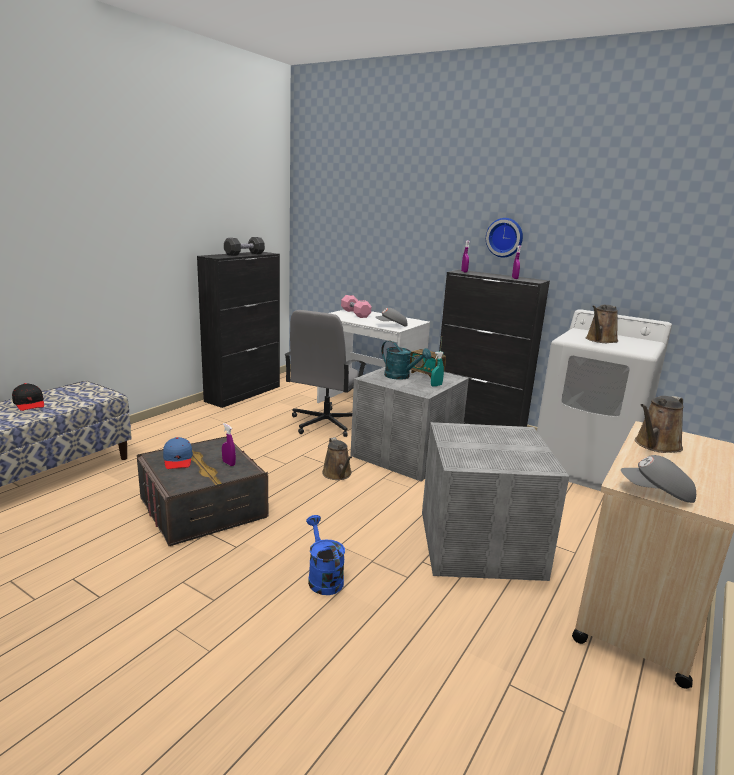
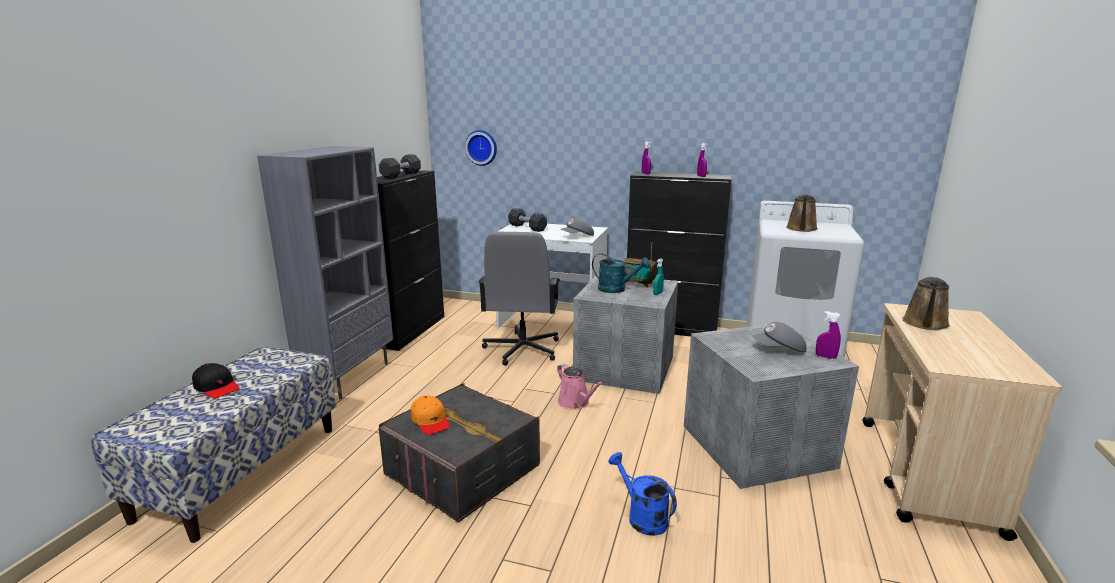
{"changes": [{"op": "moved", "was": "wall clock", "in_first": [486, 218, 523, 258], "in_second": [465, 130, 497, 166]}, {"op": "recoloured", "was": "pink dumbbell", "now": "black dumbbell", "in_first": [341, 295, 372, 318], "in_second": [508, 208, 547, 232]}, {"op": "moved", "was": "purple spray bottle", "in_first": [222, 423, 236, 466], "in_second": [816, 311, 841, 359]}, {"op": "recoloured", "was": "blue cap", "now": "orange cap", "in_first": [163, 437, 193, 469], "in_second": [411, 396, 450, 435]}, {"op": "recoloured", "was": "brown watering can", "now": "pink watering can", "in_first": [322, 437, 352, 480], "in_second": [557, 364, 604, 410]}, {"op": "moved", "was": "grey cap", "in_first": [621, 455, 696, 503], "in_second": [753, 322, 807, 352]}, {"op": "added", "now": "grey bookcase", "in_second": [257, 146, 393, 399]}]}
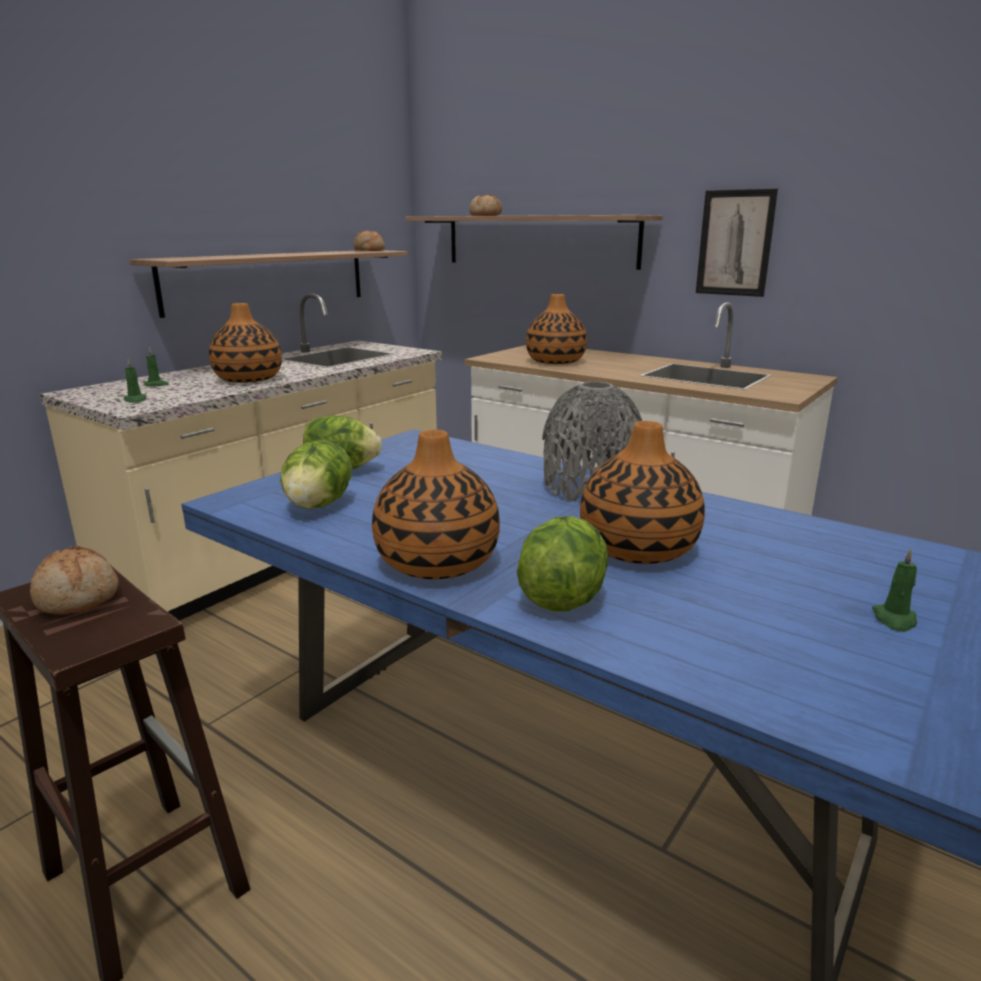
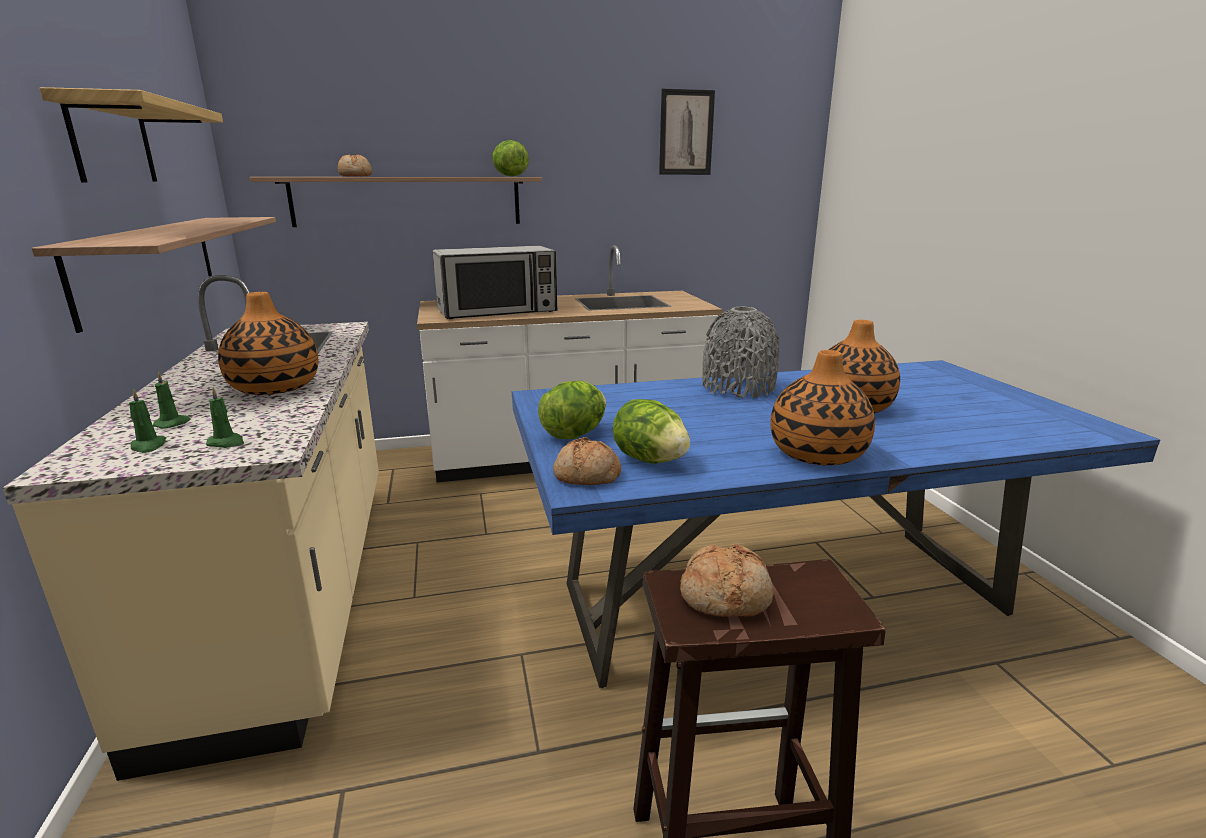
{"changes": [{"op": "moved", "was": "picture", "in_first": [696, 189, 778, 297], "in_second": [659, 89, 715, 175]}, {"op": "moved", "was": "bread", "in_first": [353, 230, 385, 251], "in_second": [553, 437, 621, 485]}, {"op": "replaced", "was": "vase", "now": "microwave", "in_first": [526, 294, 587, 364], "in_second": [433, 246, 557, 319]}, {"op": "moved", "was": "lettuce", "in_first": [517, 516, 608, 611], "in_second": [492, 140, 529, 177]}, {"op": "moved", "was": "green candle", "in_first": [872, 548, 917, 632], "in_second": [129, 389, 166, 453]}, {"op": "added", "now": "shelf", "in_second": [39, 87, 223, 183]}]}
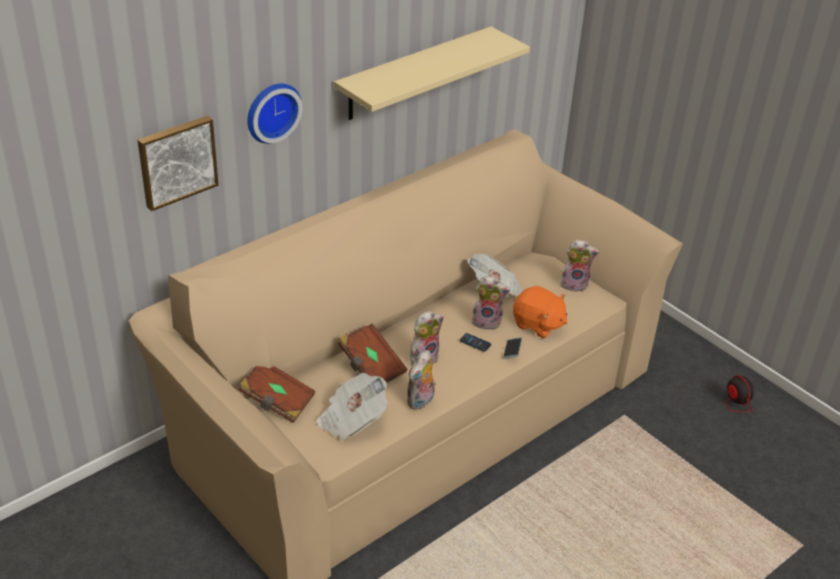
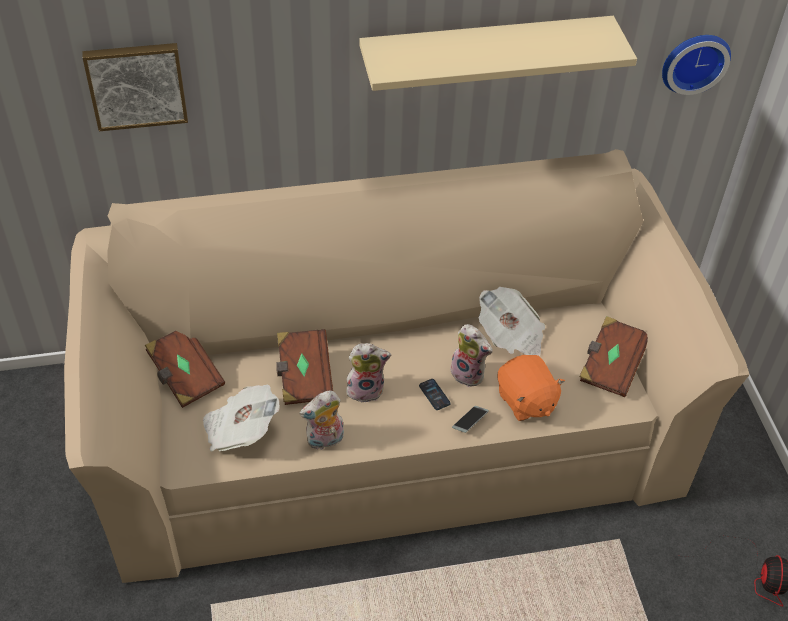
{"changes": [{"op": "moved", "was": "wall clock", "in_first": [247, 84, 302, 143], "in_second": [662, 35, 731, 95]}, {"op": "replaced", "was": "plush toy", "now": "brown book", "in_first": [560, 240, 599, 292], "in_second": [579, 316, 648, 397]}]}
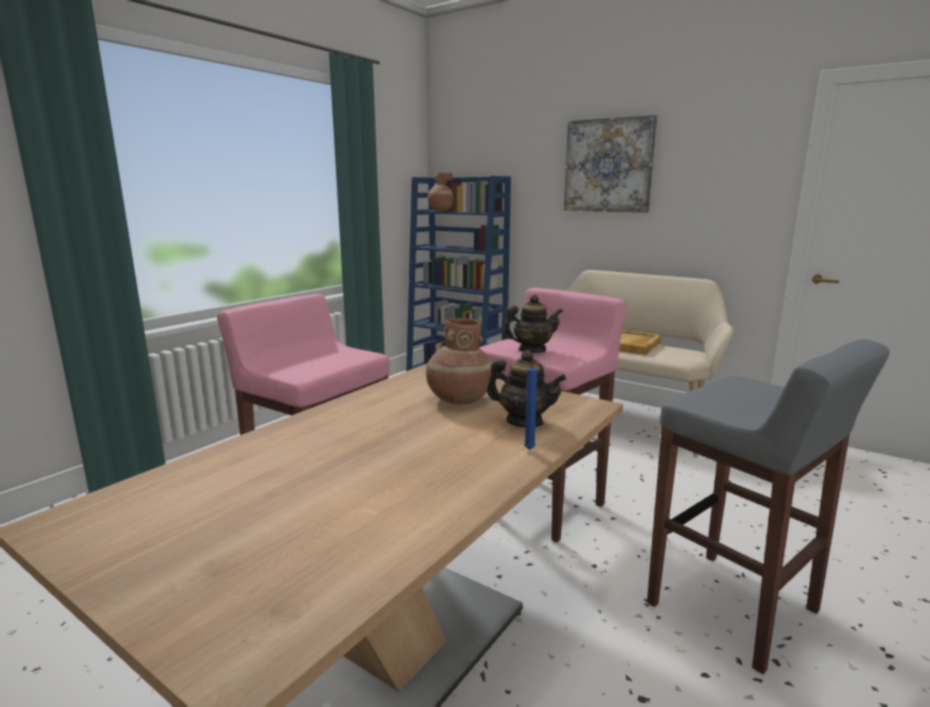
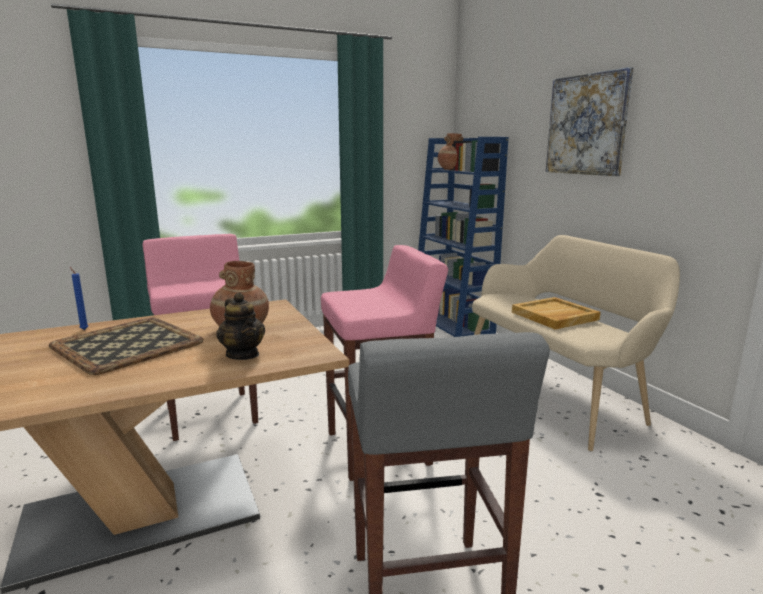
{"changes": [{"op": "removed", "was": "teapot", "in_first": [502, 295, 563, 353]}, {"op": "moved", "was": "blue candle", "in_first": [522, 360, 537, 450], "in_second": [70, 267, 88, 330]}, {"op": "added", "now": "tray", "in_second": [49, 318, 203, 375]}]}
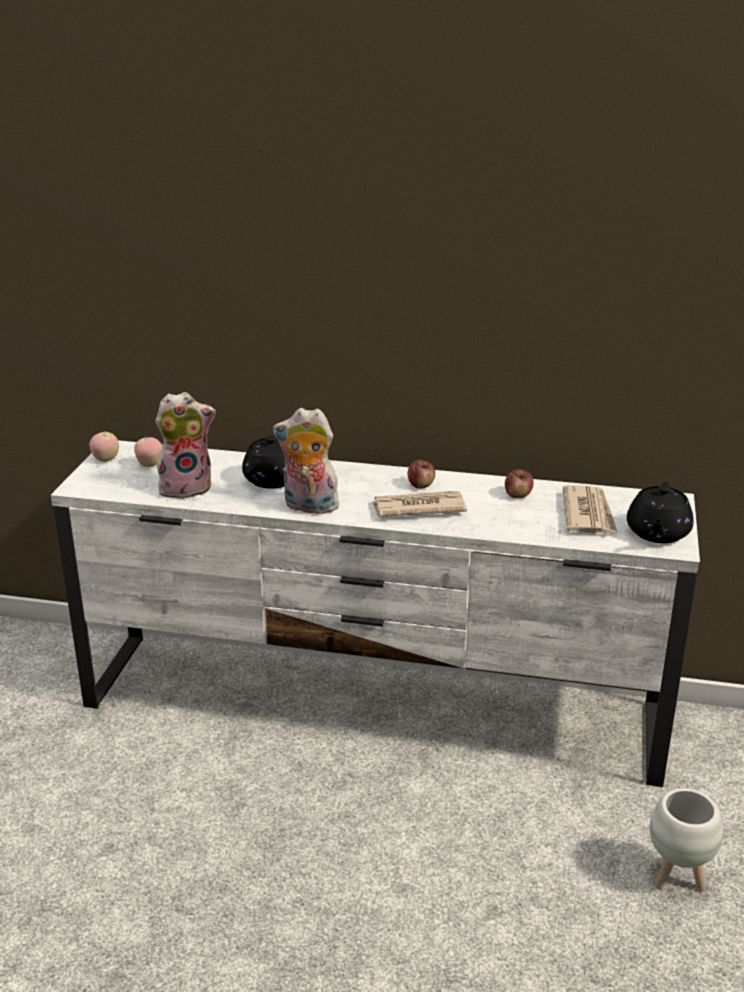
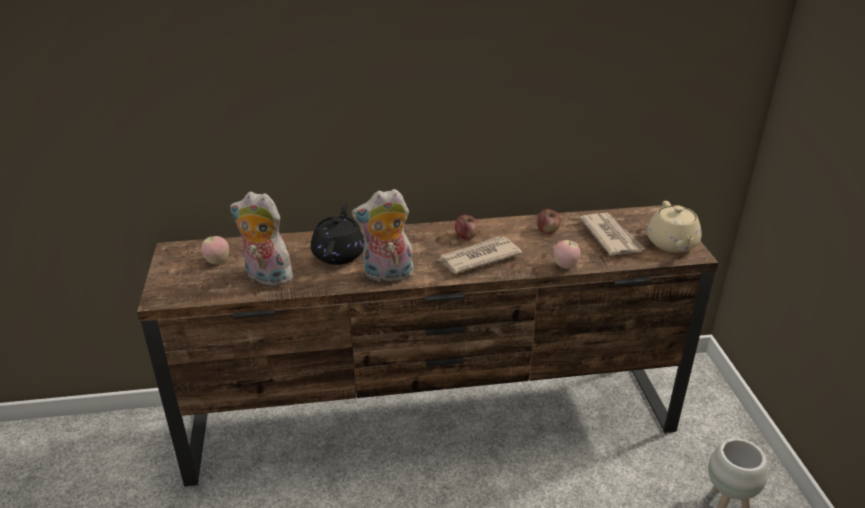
{"changes": [{"op": "turned", "was": "plush toy", "in_first": [155, 392, 216, 499], "in_second": [230, 192, 297, 286], "clockwise": -120}, {"op": "moved", "was": "apple", "in_first": [90, 431, 119, 462], "in_second": [553, 240, 581, 269]}, {"op": "recoloured", "was": "white tv stand", "now": "brown tv stand", "in_first": [51, 440, 700, 787], "in_second": [137, 205, 718, 487]}, {"op": "recoloured", "was": "black teapot", "now": "beige teapot", "in_first": [627, 482, 694, 543], "in_second": [647, 201, 702, 252]}]}
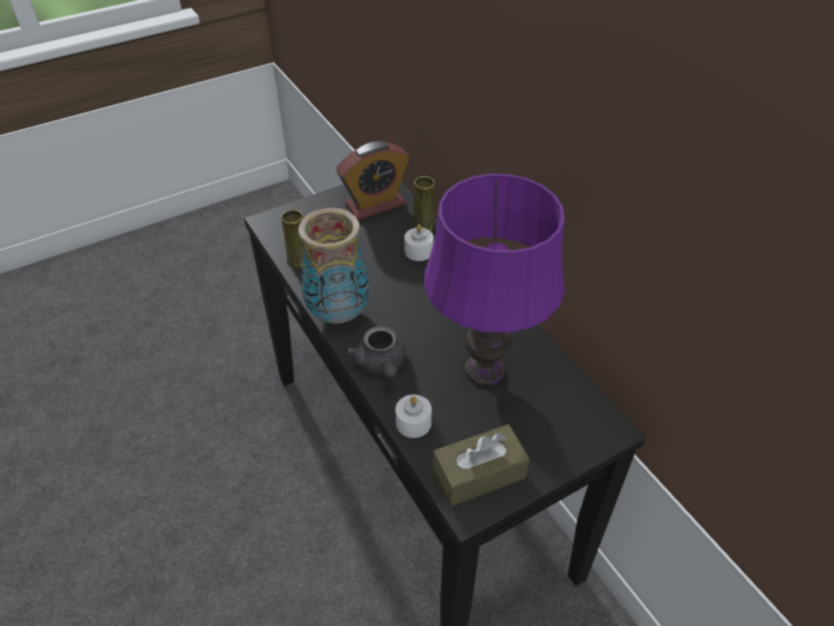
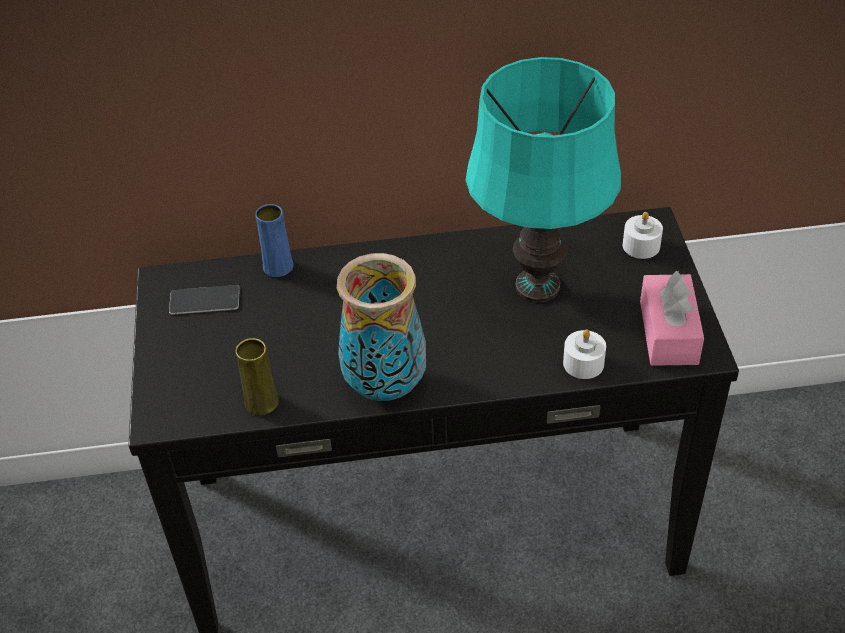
{"changes": [{"op": "replaced", "was": "alarm clock", "now": "phone", "in_first": [336, 141, 410, 220], "in_second": [169, 285, 240, 315]}, {"op": "recoloured", "was": "purple table lamp", "now": "turquoise table lamp", "in_first": [424, 174, 565, 385], "in_second": [466, 57, 621, 303]}, {"op": "recoloured", "was": "yellow vase", "now": "blue vase", "in_first": [413, 176, 436, 231], "in_second": [255, 204, 294, 277]}, {"op": "moved", "was": "white candle", "in_first": [404, 224, 434, 261], "in_second": [623, 212, 663, 259]}, {"op": "removed", "was": "grey teapot", "in_first": [345, 326, 406, 379]}, {"op": "recoloured", "was": "brown tissue box", "now": "pink tissue box", "in_first": [433, 424, 530, 506], "in_second": [640, 271, 704, 366]}]}
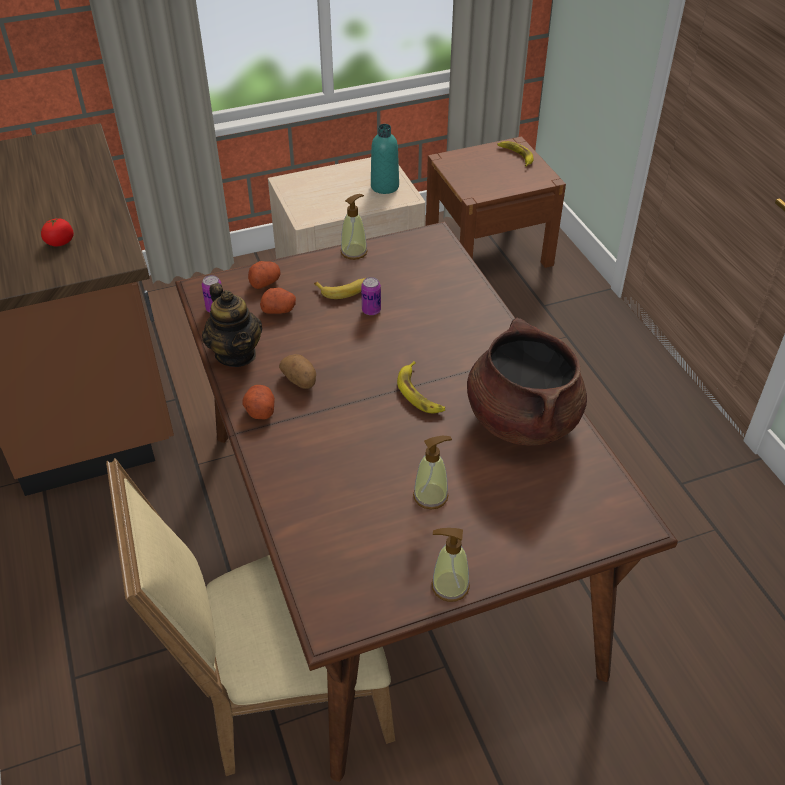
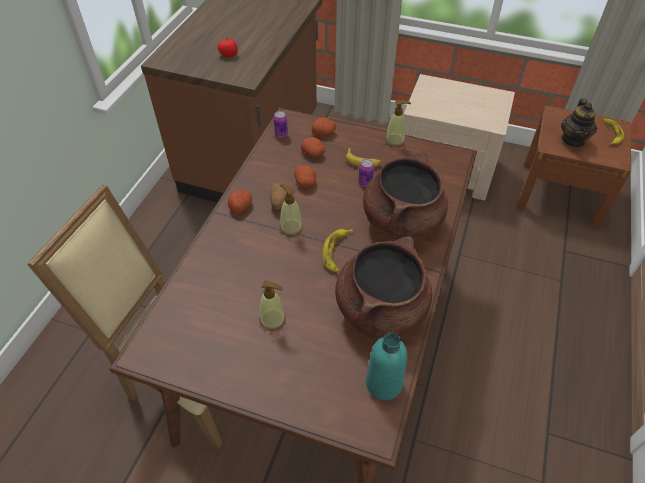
{"changes": [{"op": "moved", "was": "turquoise bottle", "in_first": [371, 124, 399, 194], "in_second": [366, 332, 407, 400]}, {"op": "moved", "was": "teapot", "in_first": [202, 283, 263, 367], "in_second": [561, 98, 597, 147]}, {"op": "moved", "was": "soap dispenser", "in_first": [431, 528, 470, 602], "in_second": [280, 184, 303, 236]}, {"op": "added", "now": "brown cooking pot", "in_second": [363, 152, 448, 241]}, {"op": "added", "now": "potato", "in_second": [294, 165, 316, 188]}]}
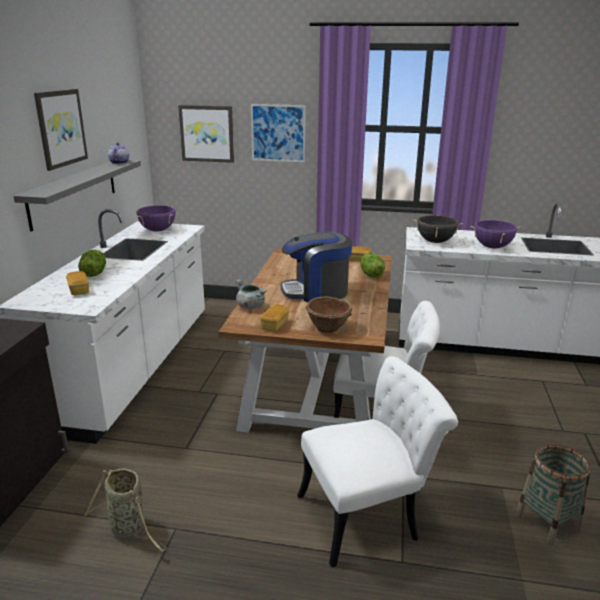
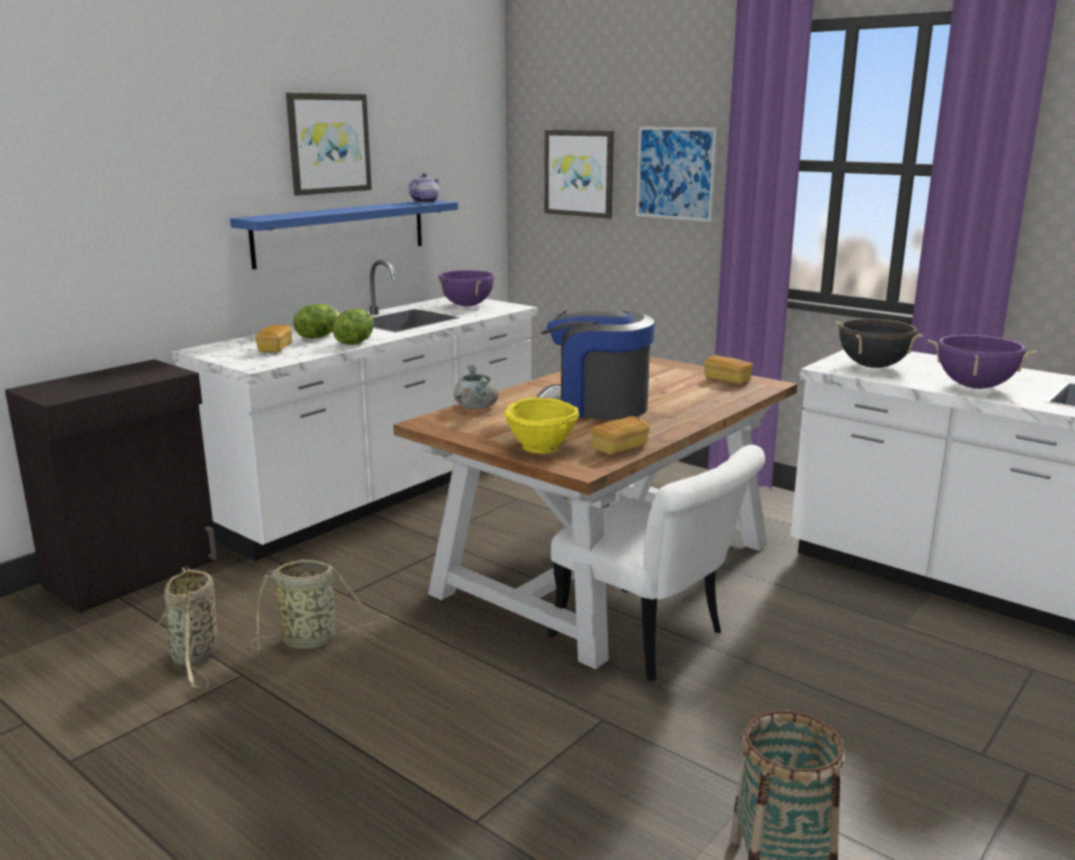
{"changes": [{"op": "recoloured", "was": "grey shelf", "now": "blue shelf", "in_first": [13, 160, 141, 231], "in_second": [230, 200, 458, 269]}, {"op": "moved", "was": "lettuce", "in_first": [361, 253, 385, 278], "in_second": [332, 309, 374, 345]}, {"op": "recoloured", "was": "brown bowl", "now": "yellow bowl", "in_first": [306, 296, 352, 333], "in_second": [504, 398, 579, 453]}, {"op": "moved", "was": "bread", "in_first": [260, 304, 289, 331], "in_second": [592, 416, 650, 455]}, {"op": "removed", "was": "white chair", "in_first": [297, 356, 458, 568]}, {"op": "added", "now": "basket", "in_second": [250, 560, 389, 650]}]}
